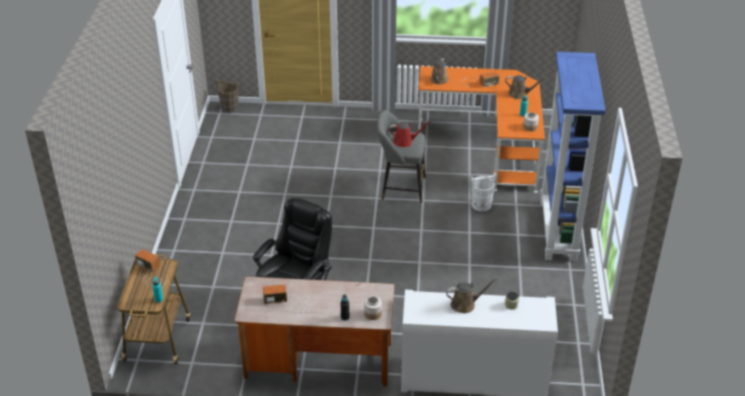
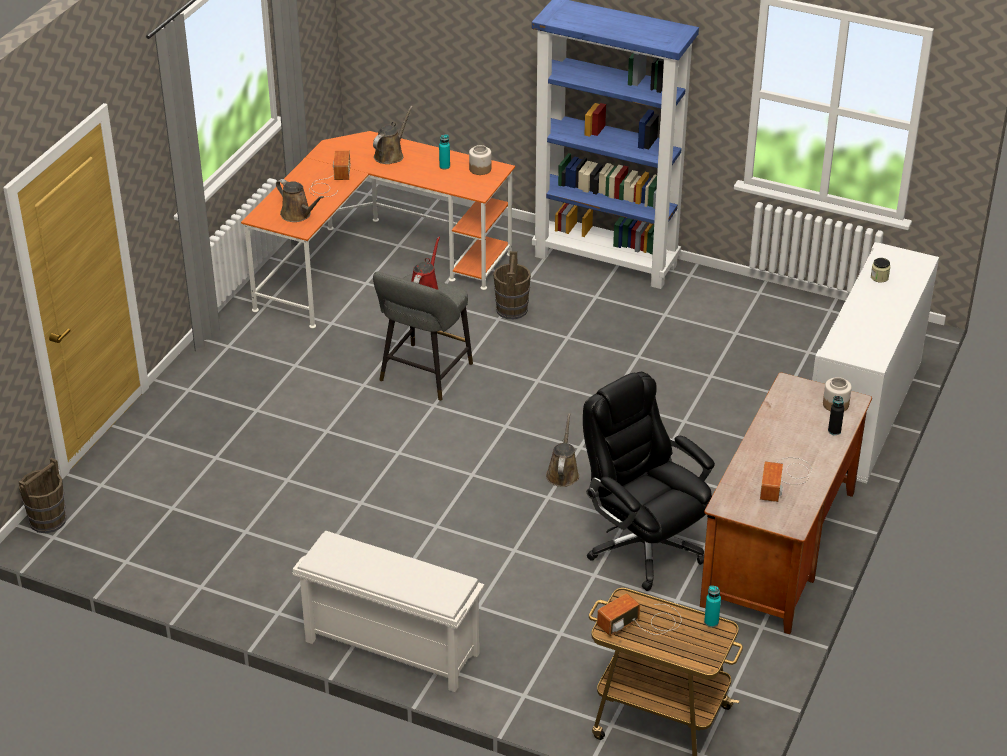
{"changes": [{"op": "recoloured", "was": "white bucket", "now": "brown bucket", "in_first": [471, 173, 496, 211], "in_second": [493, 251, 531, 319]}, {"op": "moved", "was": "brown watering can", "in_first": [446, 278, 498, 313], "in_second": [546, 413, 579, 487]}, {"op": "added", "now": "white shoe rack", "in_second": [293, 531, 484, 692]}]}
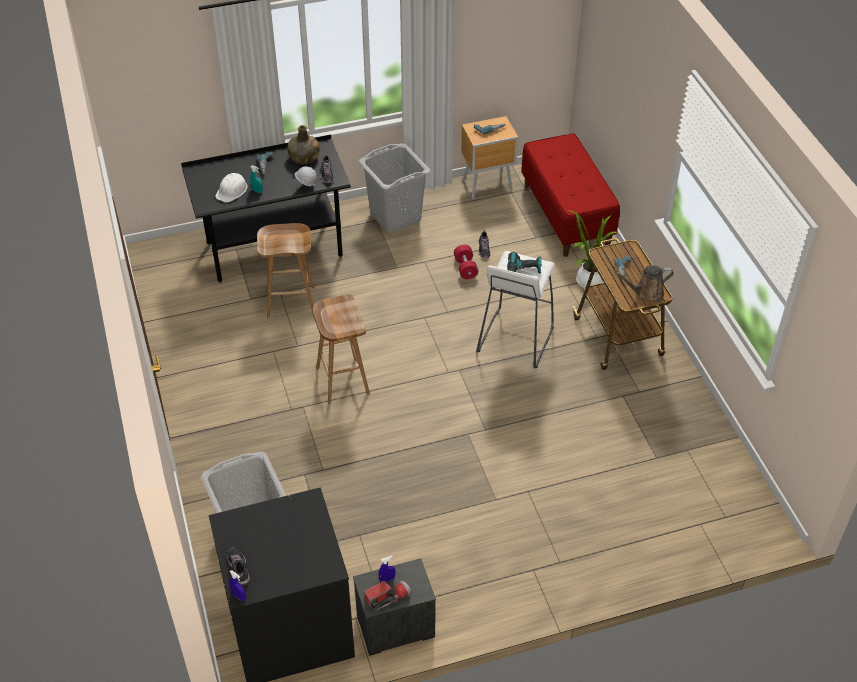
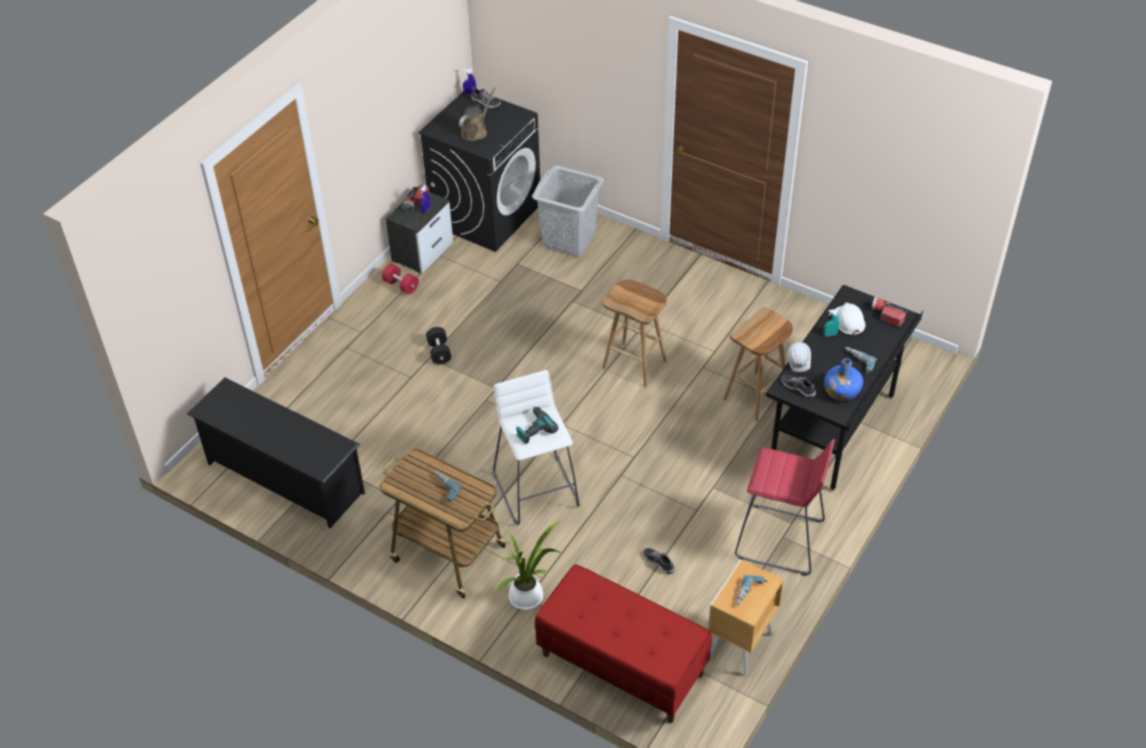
{"changes": [{"op": "recoloured", "was": "green bottle", "now": "blue bottle", "in_first": [287, 125, 320, 164], "in_second": [824, 358, 863, 401]}, {"op": "replaced", "was": "grey laundry basket", "now": "red stool", "in_first": [359, 143, 430, 233], "in_second": [735, 439, 835, 576]}, {"op": "moved", "was": "red dumbbell", "in_first": [454, 245, 478, 279], "in_second": [382, 264, 419, 294]}, {"op": "moved", "was": "brown watering can", "in_first": [615, 265, 674, 302], "in_second": [459, 87, 496, 141]}, {"op": "added", "now": "flashlight", "in_second": [871, 297, 908, 327]}, {"op": "added", "now": "black dumbbell", "in_second": [426, 327, 451, 365]}, {"op": "added", "now": "black shoe rack", "in_second": [187, 377, 365, 528]}]}
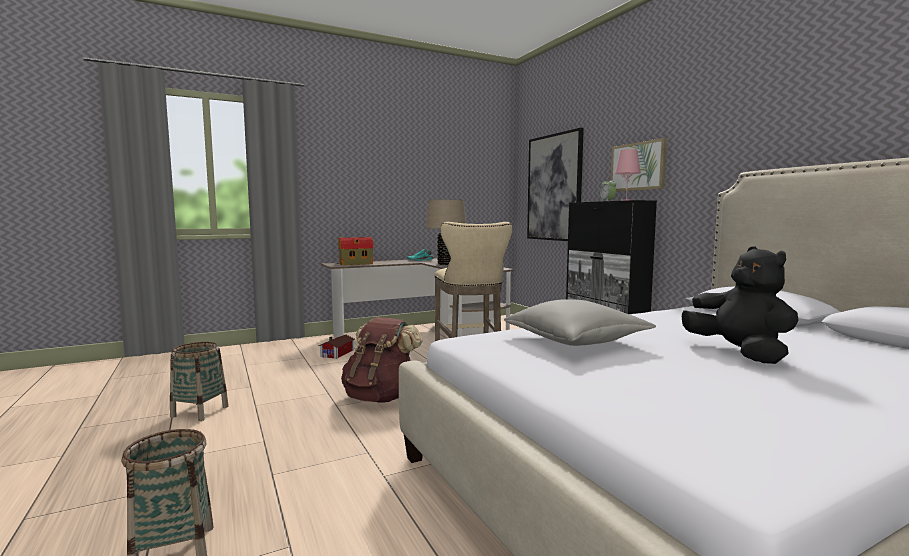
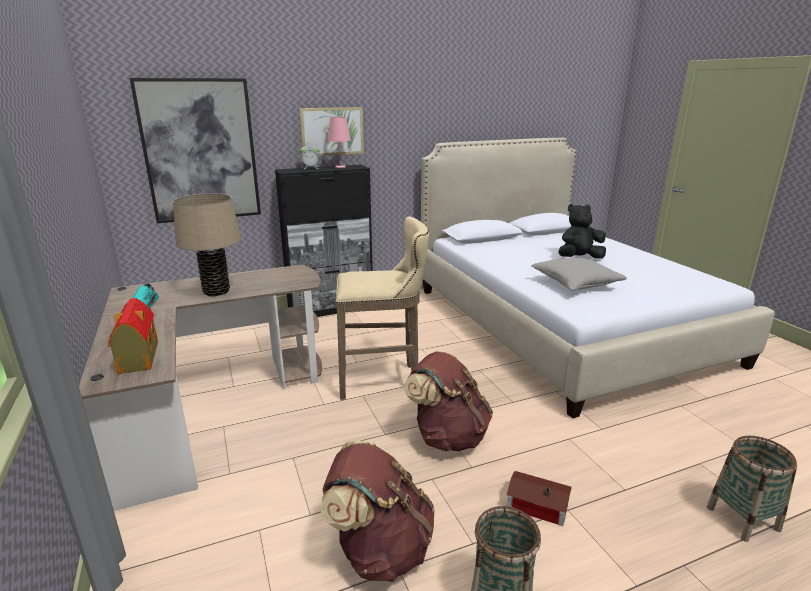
{"changes": [{"op": "moved", "was": "toy house", "in_first": [318, 335, 355, 359], "in_second": [506, 471, 572, 526]}, {"op": "added", "now": "brown backpack", "in_second": [321, 441, 435, 582]}]}
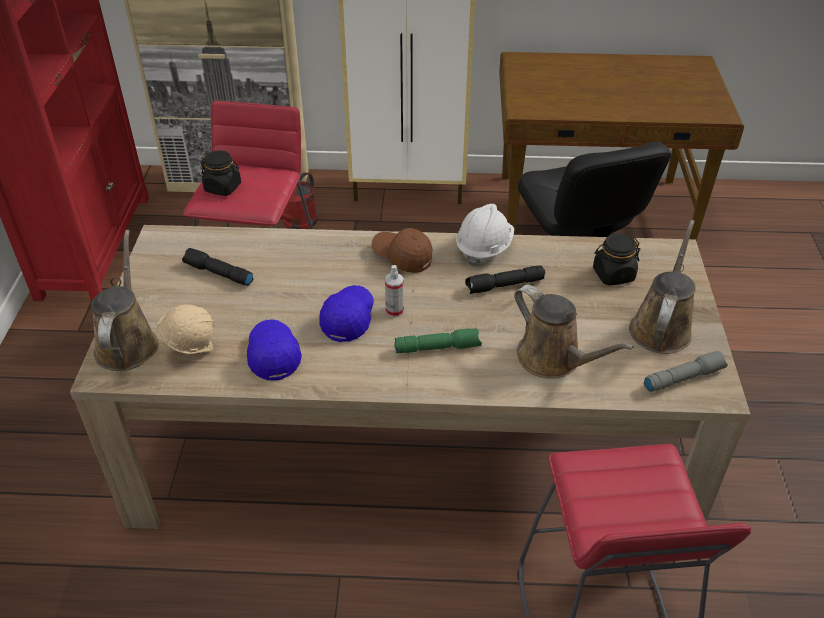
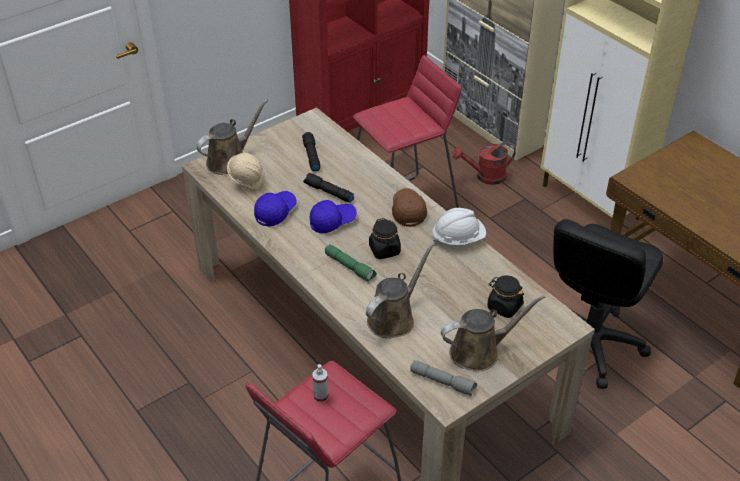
{"changes": [{"op": "moved", "was": "black jar", "in_first": [201, 150, 241, 196], "in_second": [369, 218, 401, 259]}, {"op": "moved", "was": "spray bottle", "in_first": [385, 265, 404, 317], "in_second": [312, 364, 329, 403]}, {"op": "moved", "was": "black flashlight", "in_first": [465, 265, 545, 294], "in_second": [303, 173, 354, 203]}, {"op": "turned", "was": "brown watering can", "in_first": [514, 285, 634, 379], "in_second": [366, 243, 435, 339], "clockwise": -150}]}
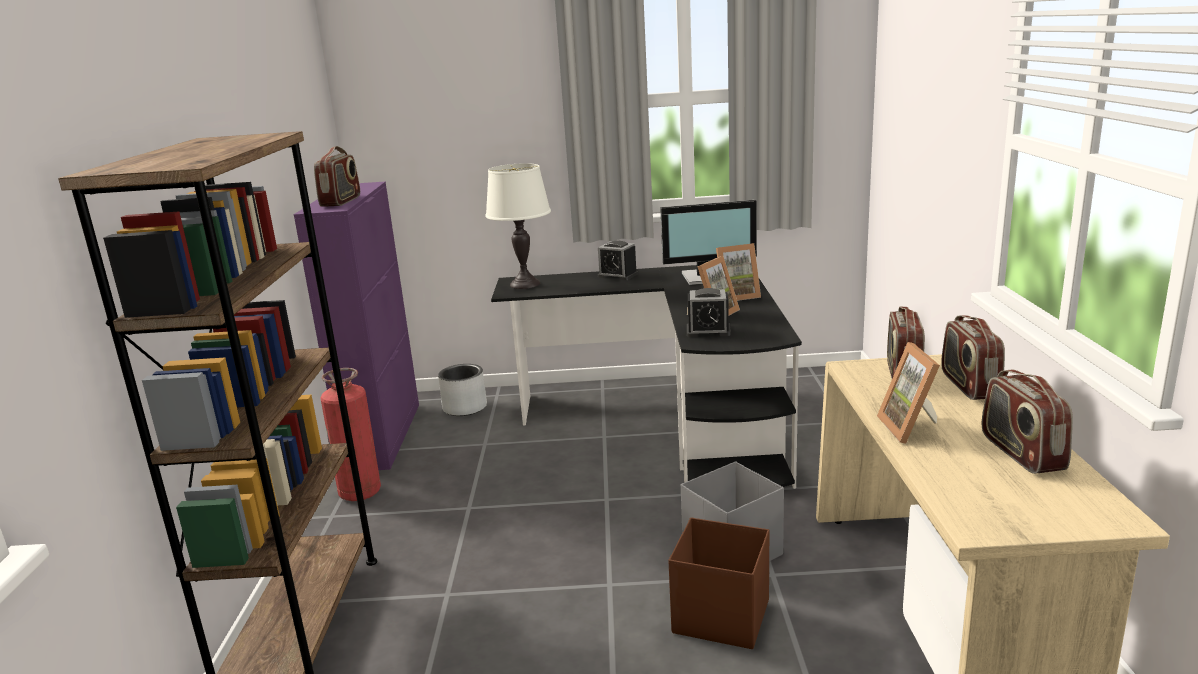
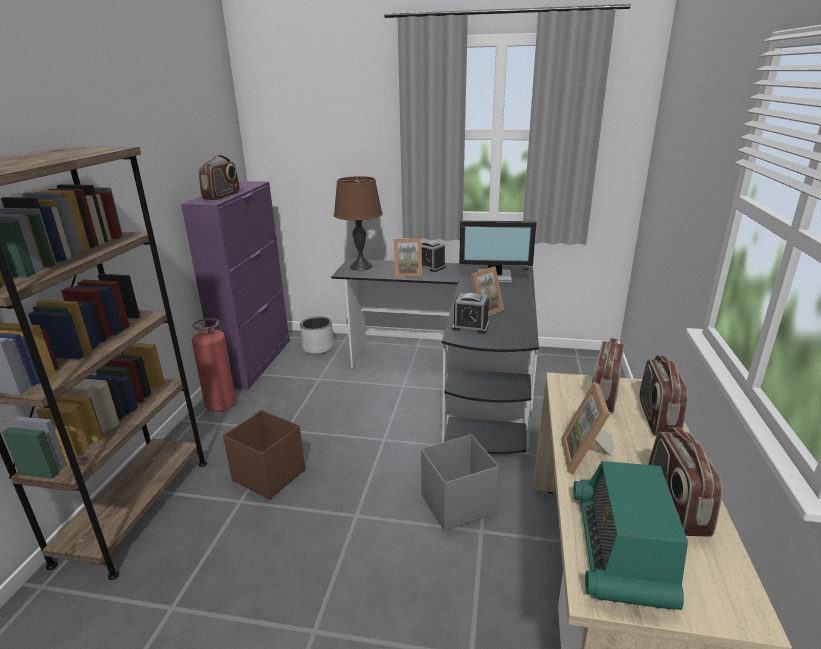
{"changes": [{"op": "recoloured", "was": "white table lamp", "now": "brown table lamp", "in_first": [485, 163, 551, 289], "in_second": [334, 176, 383, 271]}, {"op": "moved", "was": "picture frame", "in_first": [716, 243, 761, 301], "in_second": [394, 238, 422, 278]}, {"op": "moved", "was": "brown storage box", "in_first": [668, 517, 769, 649], "in_second": [223, 410, 305, 500]}, {"op": "added", "now": "radio", "in_second": [573, 461, 688, 610]}]}
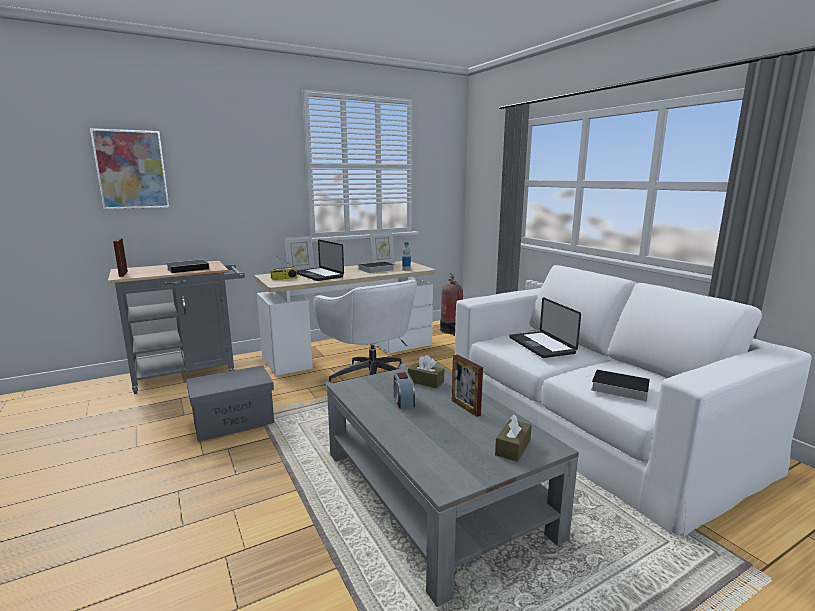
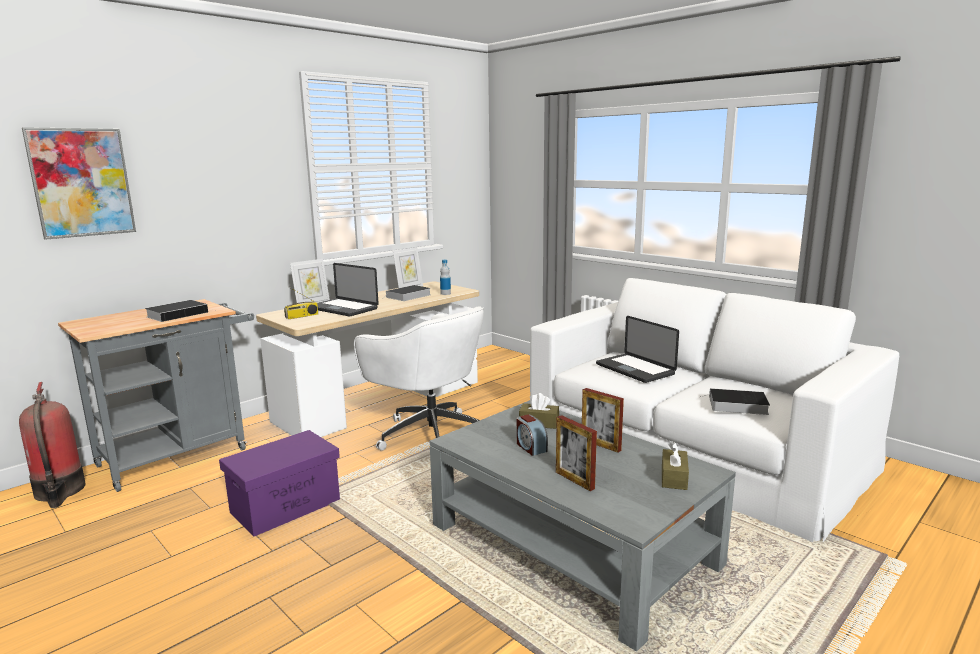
{"changes": [{"op": "moved", "was": "picture frame", "in_first": [113, 238, 128, 277], "in_second": [556, 415, 597, 491]}, {"op": "moved", "was": "fire extinguisher", "in_first": [440, 273, 463, 336], "in_second": [19, 382, 86, 508]}, {"op": "recoloured", "was": "grey storage box", "now": "purple storage box", "in_first": [186, 365, 274, 442], "in_second": [219, 430, 340, 536]}]}
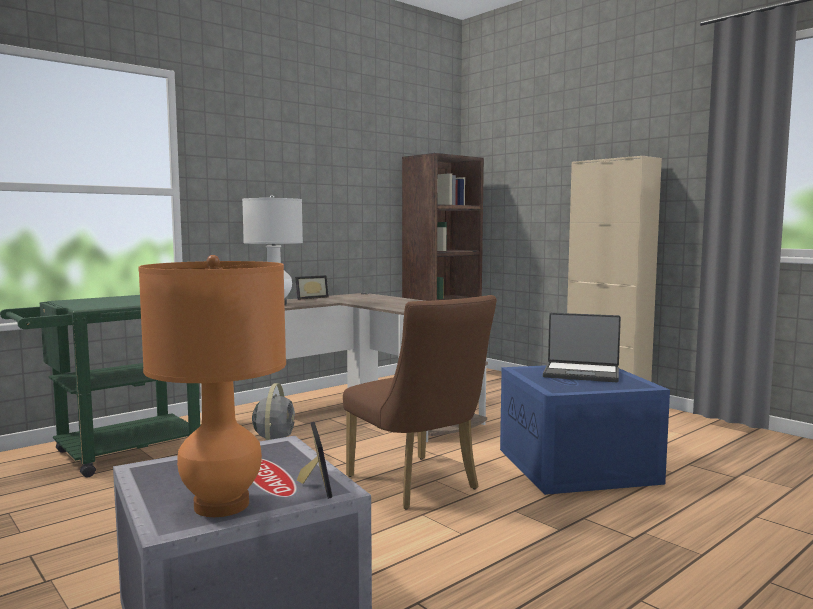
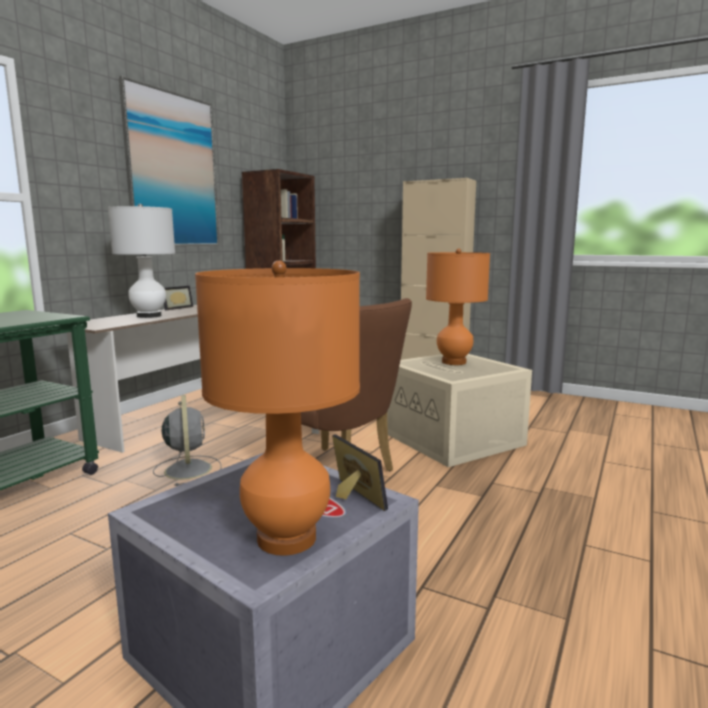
{"changes": [{"op": "replaced", "was": "laptop", "now": "orange table lamp", "in_first": [543, 313, 621, 382], "in_second": [426, 248, 490, 365]}, {"op": "recoloured", "was": "blue storage box", "now": "beige storage box", "in_first": [500, 365, 670, 495], "in_second": [387, 354, 532, 467]}, {"op": "added", "now": "picture", "in_second": [119, 76, 219, 246]}]}
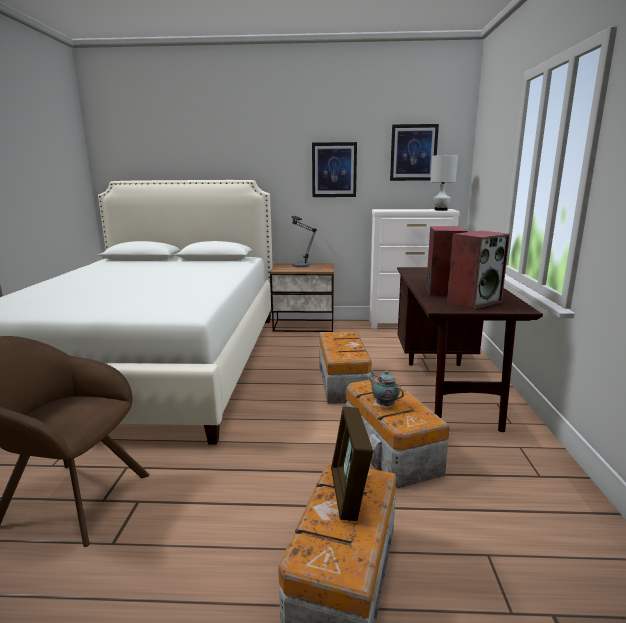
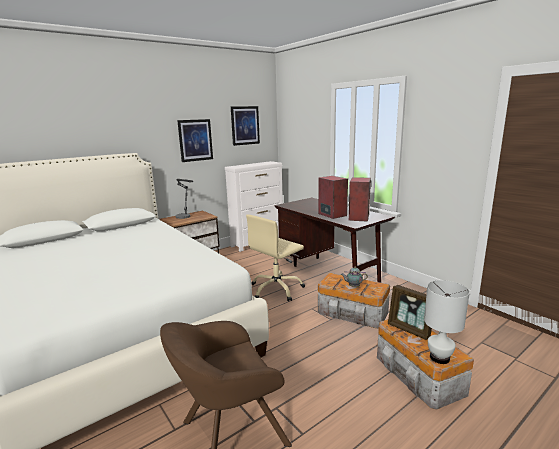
{"changes": [{"op": "moved", "was": "white table lamp", "in_first": [430, 155, 458, 211], "in_second": [424, 280, 470, 364]}, {"op": "replaced", "was": "storage box", "now": "beige office chair", "in_first": [319, 331, 374, 404], "in_second": [246, 214, 305, 302]}]}
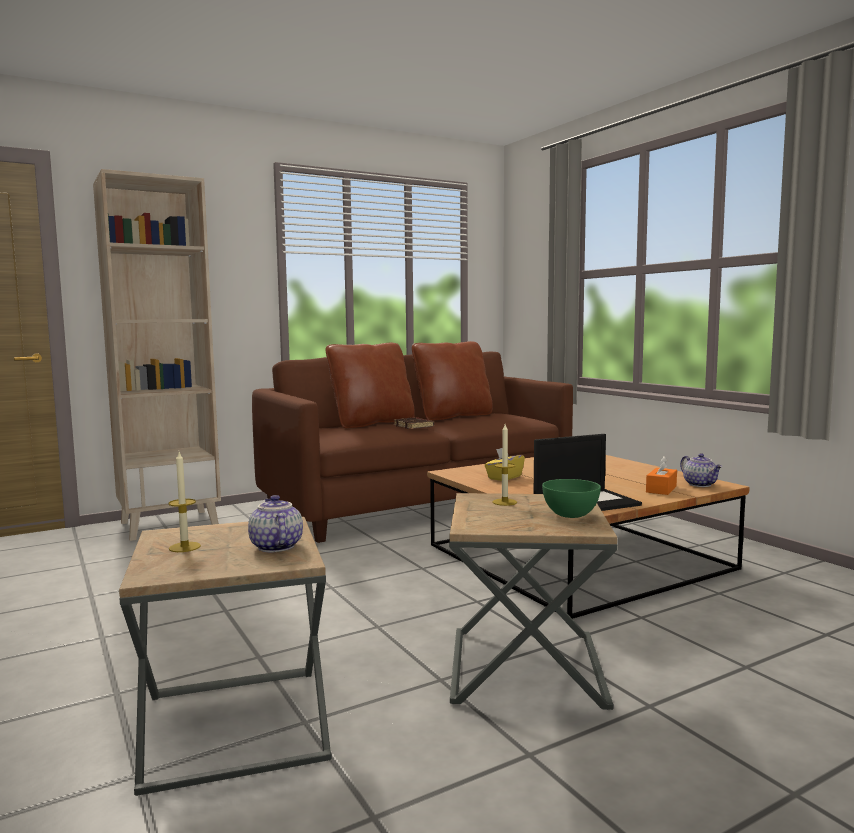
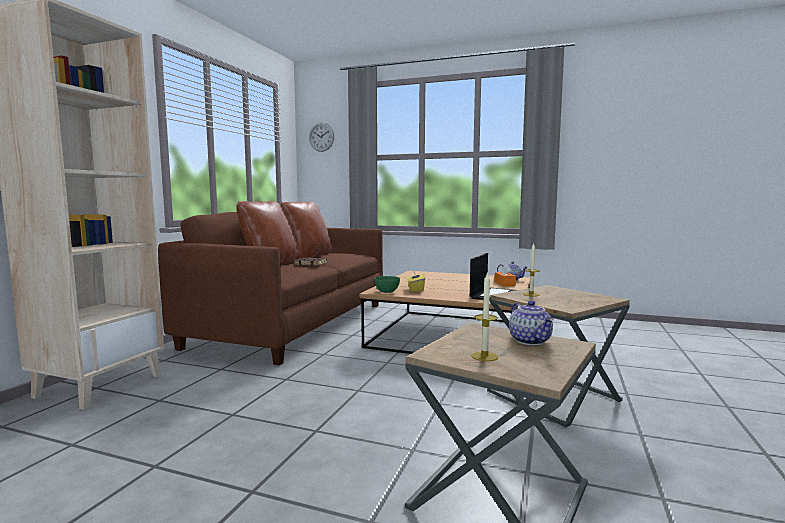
{"changes": [{"op": "moved", "was": "green bowl", "in_first": [542, 479, 601, 518], "in_second": [374, 276, 400, 293]}, {"op": "turned", "was": "teapot", "in_first": [248, 495, 303, 552], "in_second": [509, 301, 554, 345], "clockwise": -135}, {"op": "added", "now": "wall clock", "in_second": [309, 123, 334, 152]}]}
